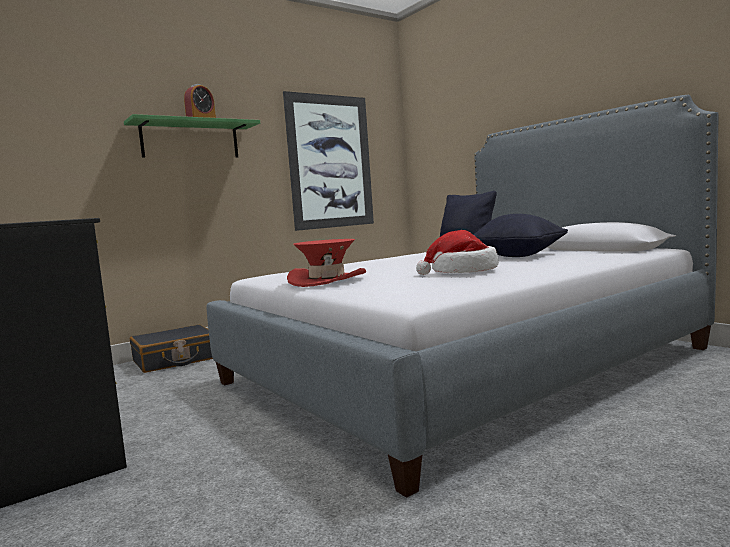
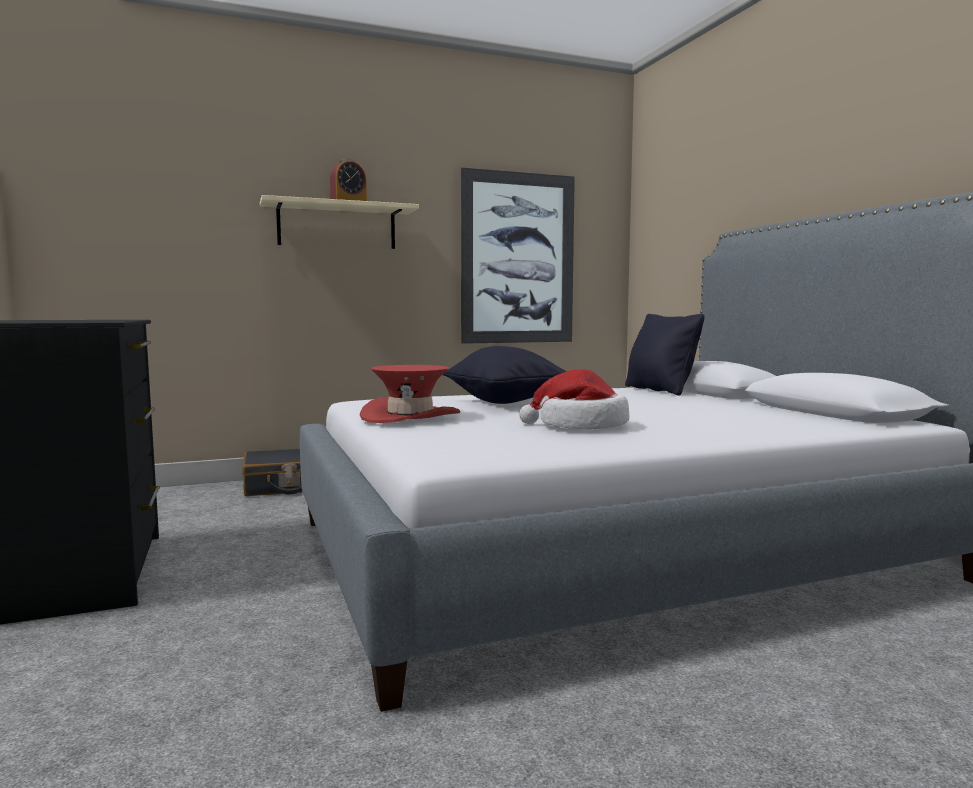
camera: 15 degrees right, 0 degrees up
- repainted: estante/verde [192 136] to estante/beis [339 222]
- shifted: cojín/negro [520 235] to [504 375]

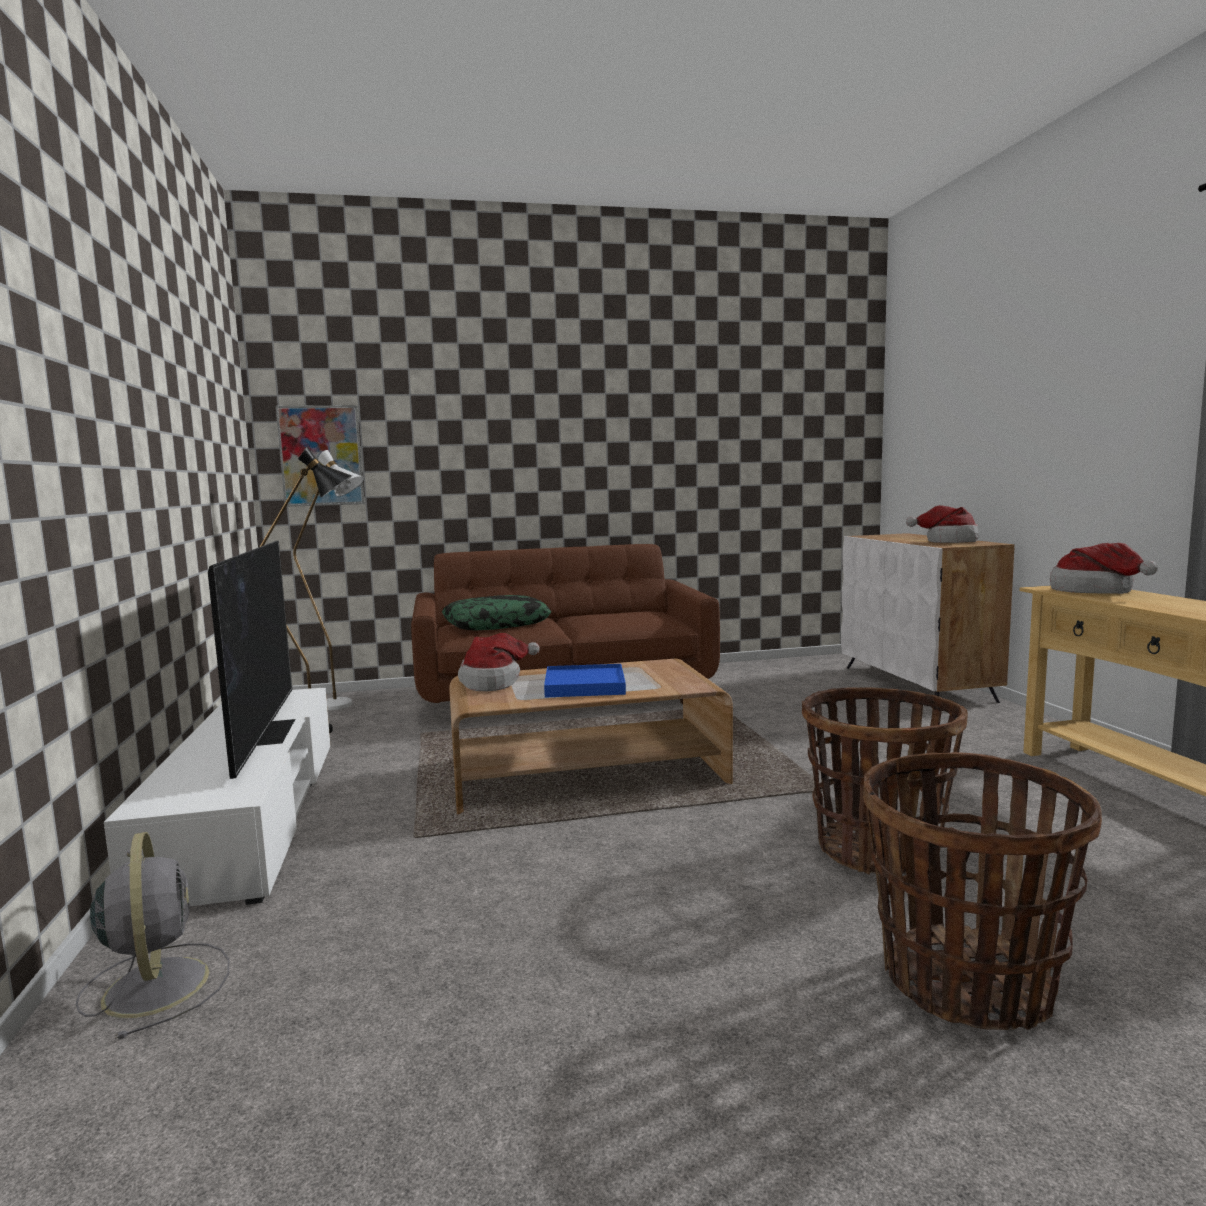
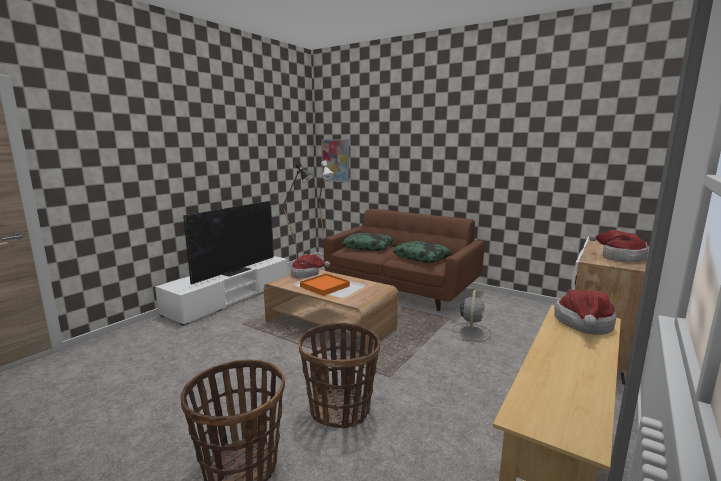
camera: 45 degrees right, 5 degrees up
- repainted: bandeja/azul [585 680] to bandeja/naranja [325 285]
- new: cojín [422 252]
- shifted: ventilador/gris [152 935] to [471 315]

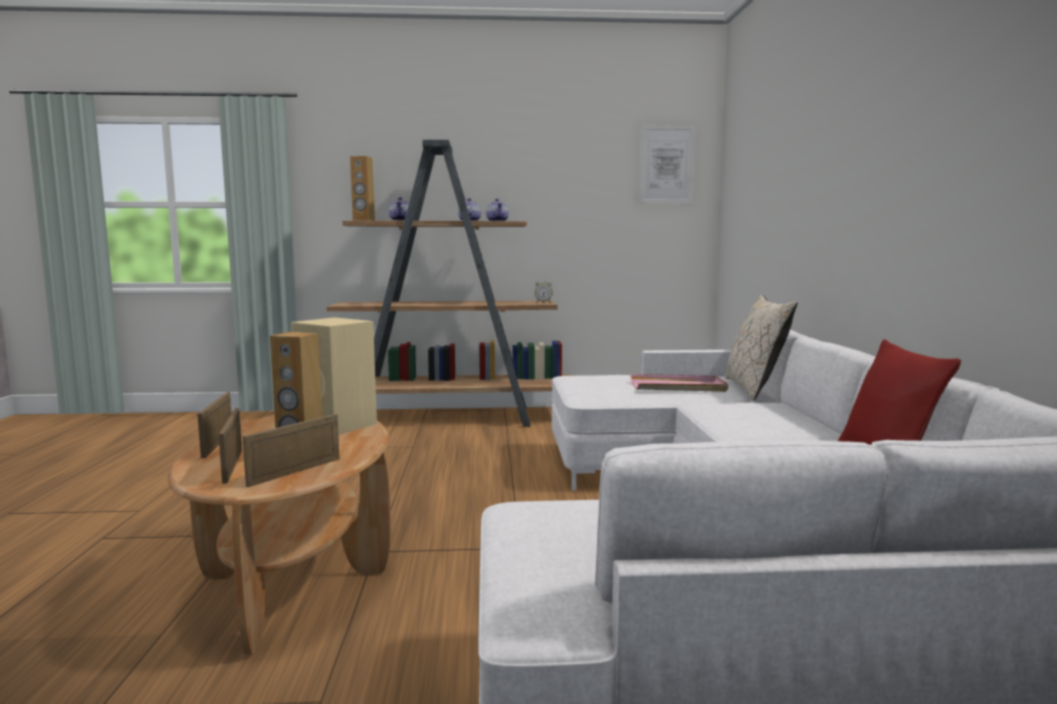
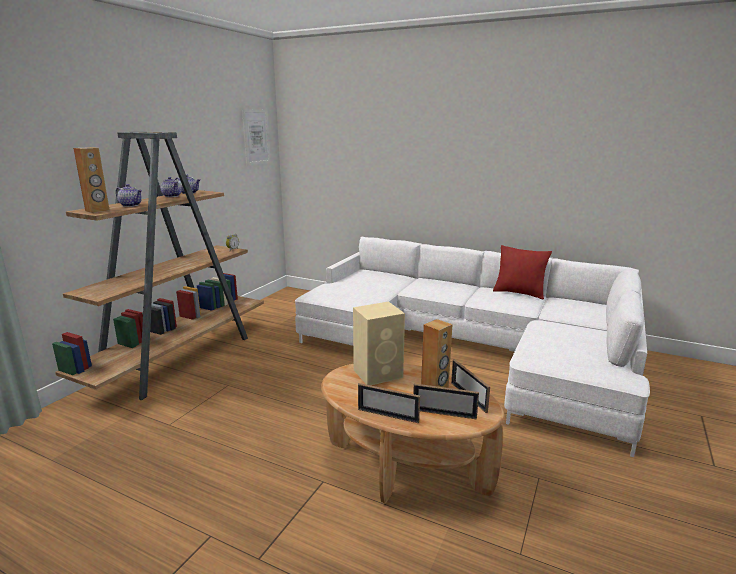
camera: 60 degrees left, 10 degrees up
- gone: bandeja/rosa [679 383]
- gone: cojín/beis [761 348]

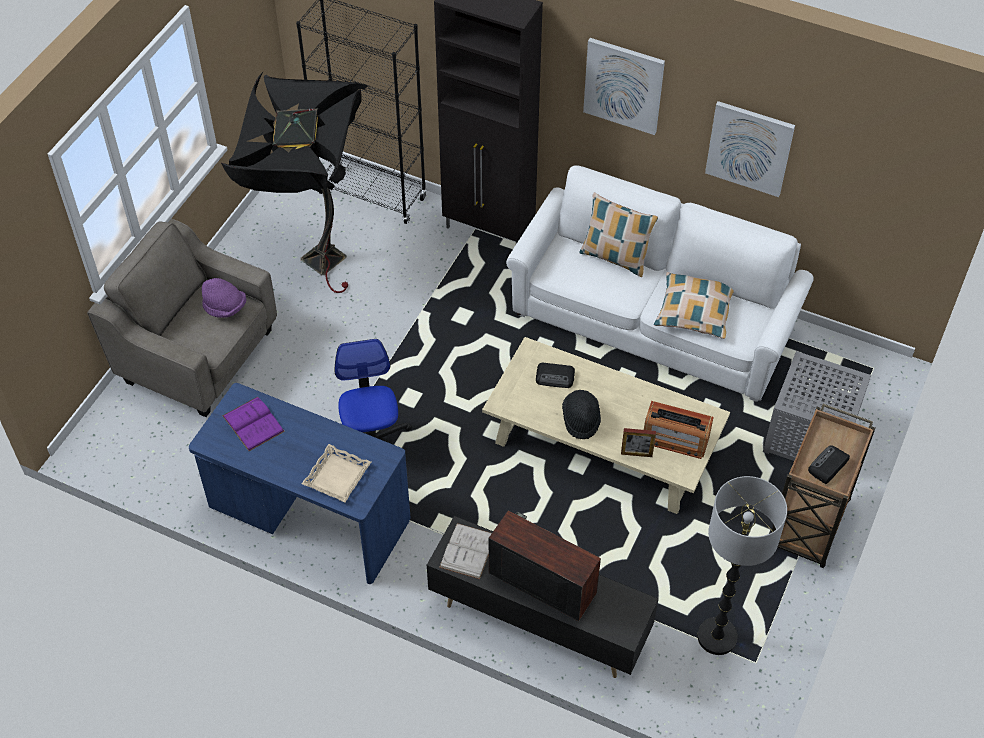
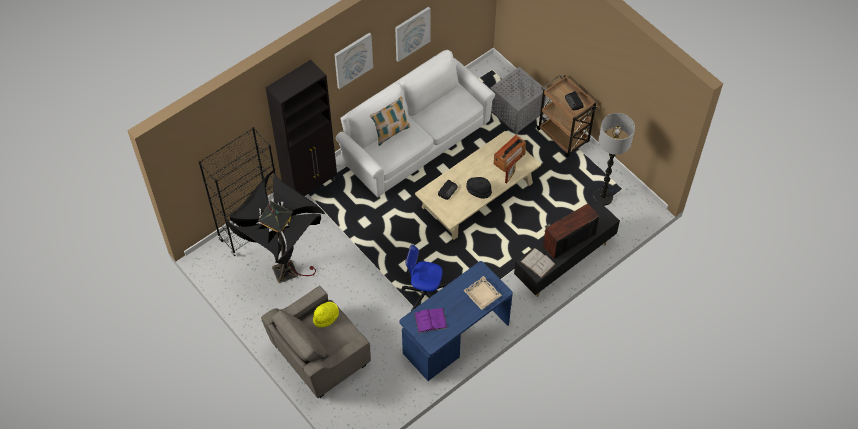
camera: 65 degrees left, 5 degrees up
- repainted: sombrero/morado [224 298] to sombrero/amarillo [326 314]
- gone: cojín [694 305]

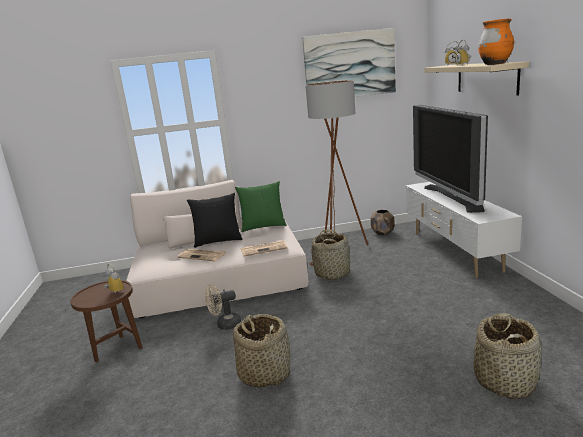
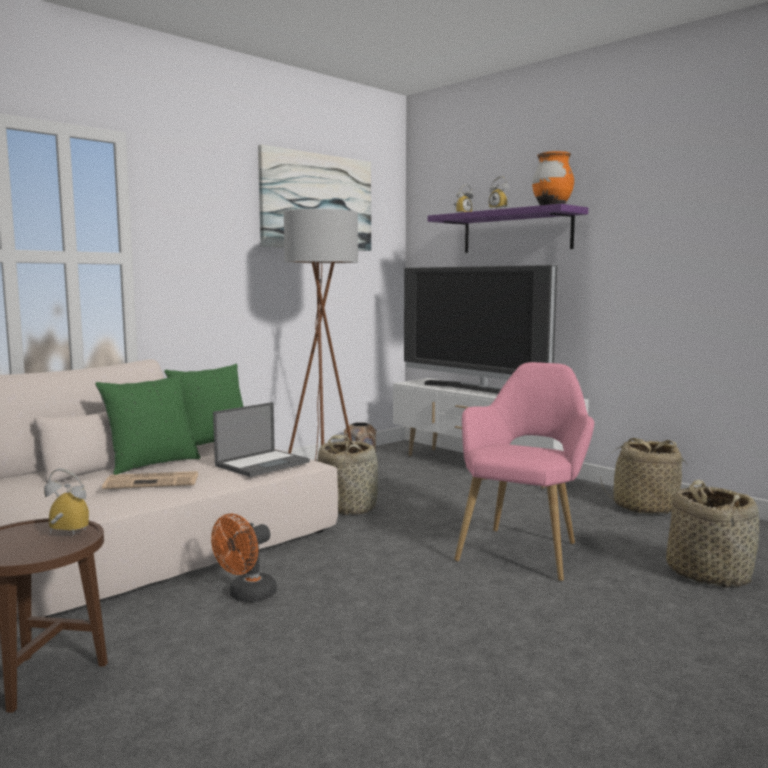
camera: 35 degrees left, 10 degrees down
- repainted: cojín/negro [214 220] to cojín/verde [147 424]
- repainted: ventilador/beis [223 307] to ventilador/naranja [244 558]
- swapped: periódico [264 248] to portátil [261 439]
- repainted: estante/beis [477 79] to estante/morado [508 228]
- new: sillón/rosa [524 471]
- shifted: cesta [261 351] to [643 476]

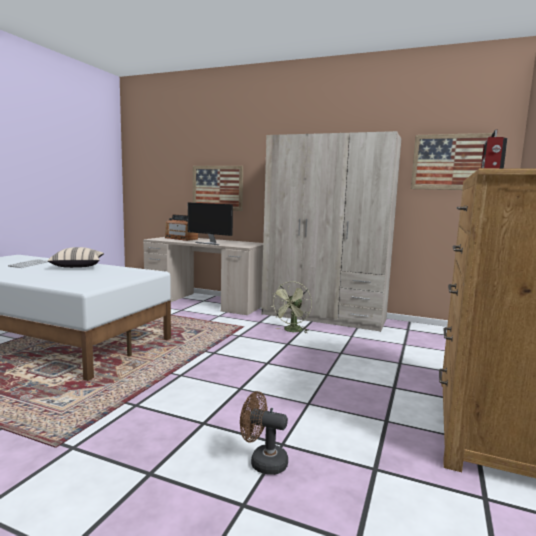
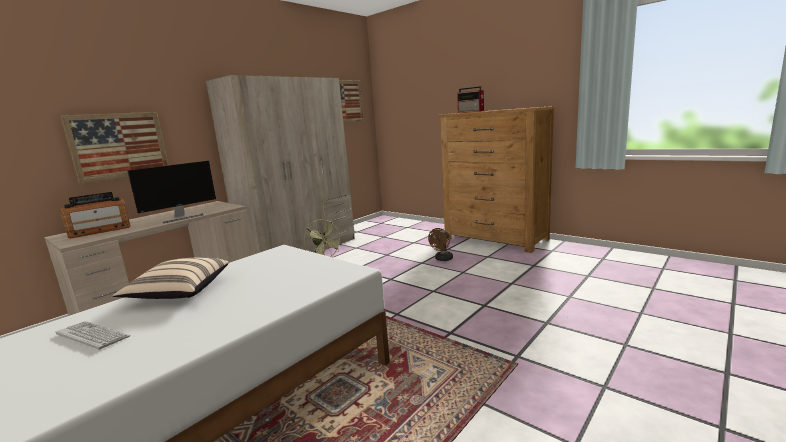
camera: 70 degrees left, 5 degrees up
- shifted: ventilador/marrón [264 433] to [440 244]

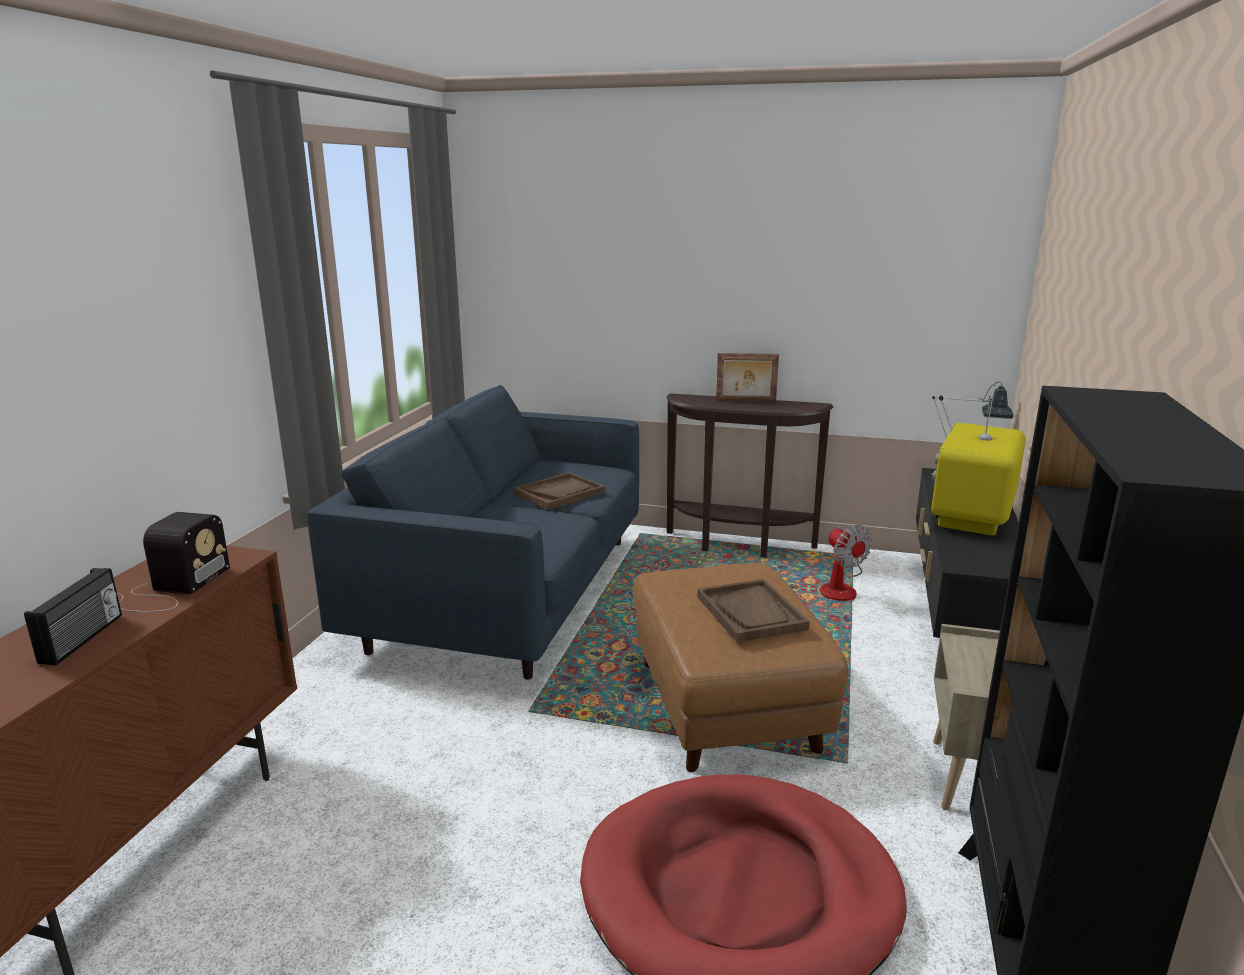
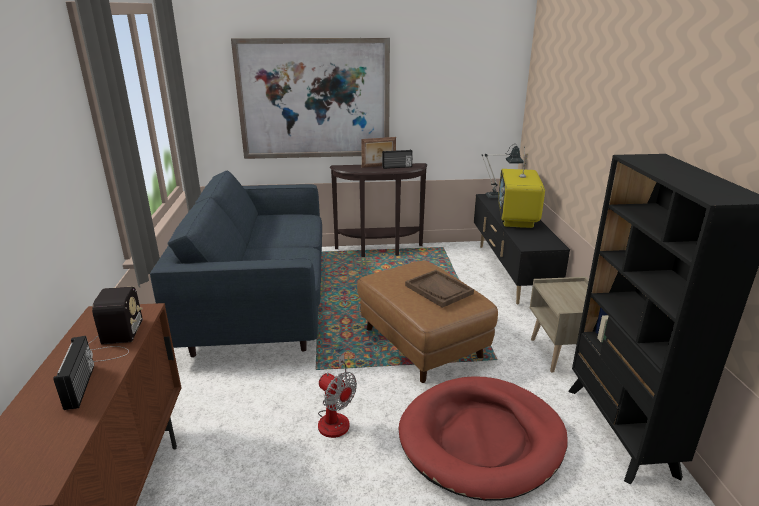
camera: 20 degrees left, 5 degrees up
- new: cuadro [310 98]
- shifted: ventilador [846 563] to [337 396]
- new: radio [397 159]
- gone: bandeja/marrón [559 491]

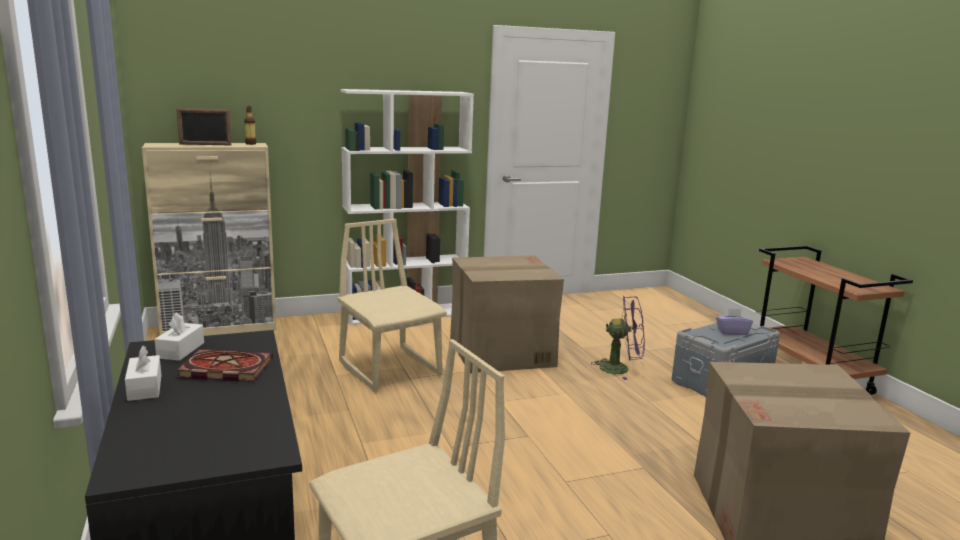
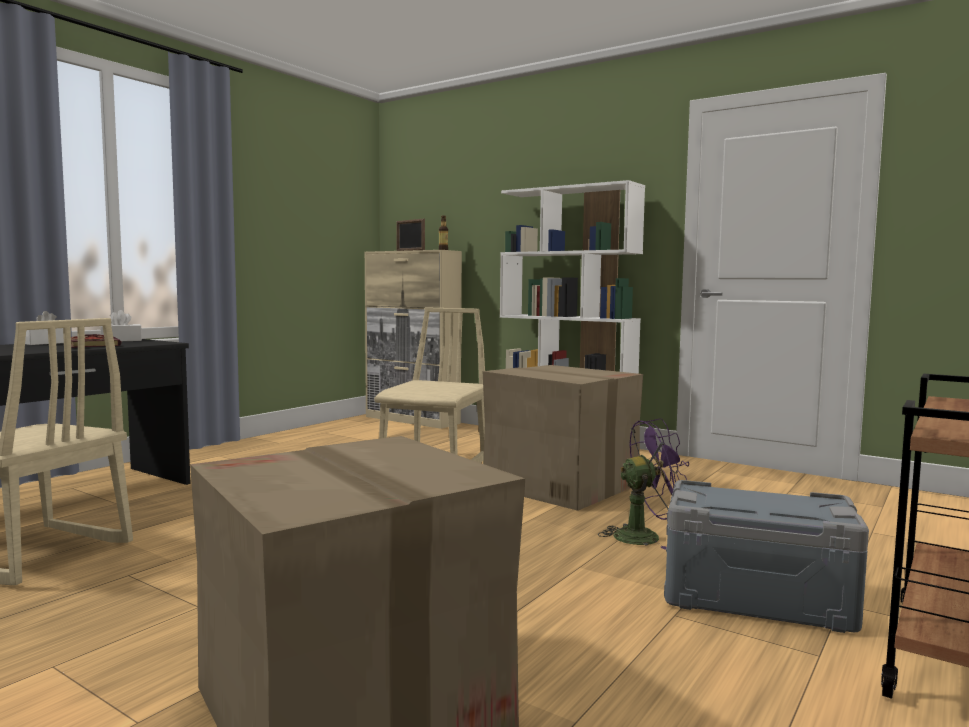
camera: 55 degrees right, 10 degrees down
- rotated: ventilador/morado [618 338] = [643 484] 75 degrees counterclockwise
- gone: caja de pañuelos/morado [734 321]

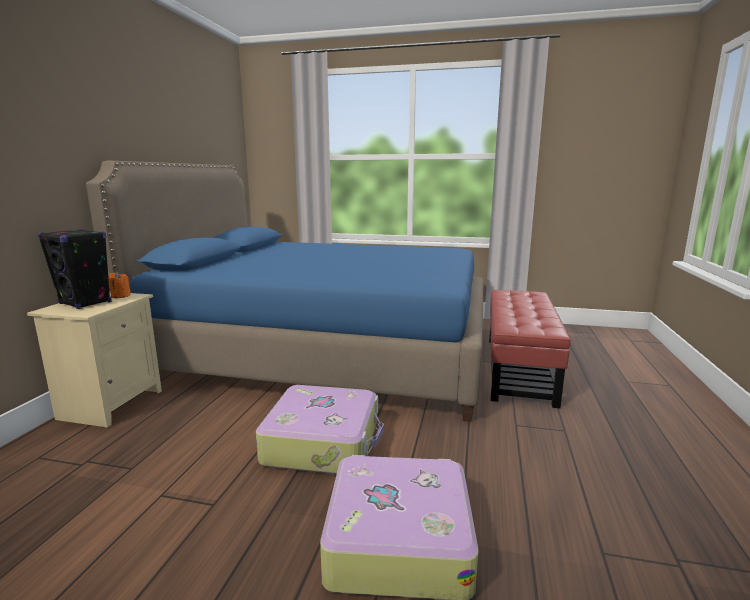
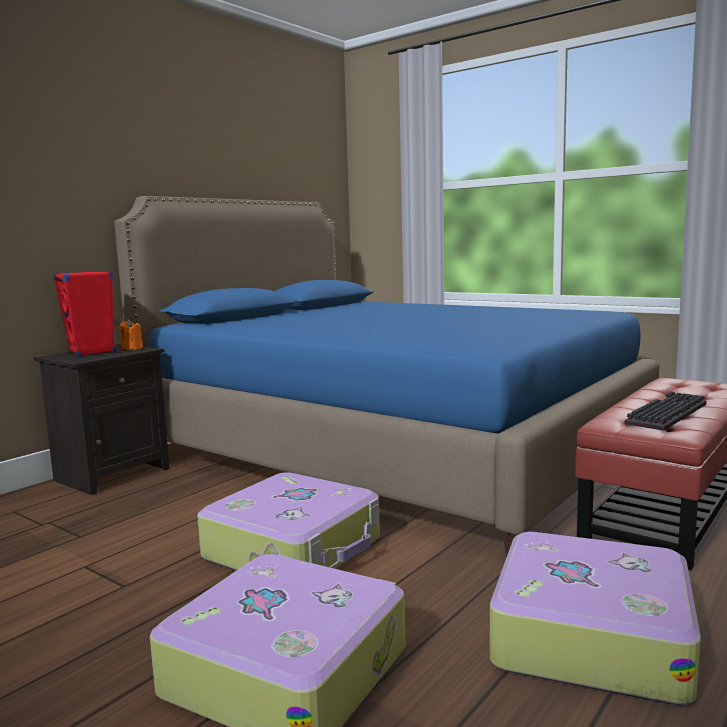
camera: 25 degrees right, 5 degrees down
- repainted: mesita de noche/beis [94 360] to mesita de noche/negro [102 419]
- repainted: altavoz/negro [74 269] to altavoz/rojo [84 314]
- new: maleta [595 618]
- new: teclado [665 411]

